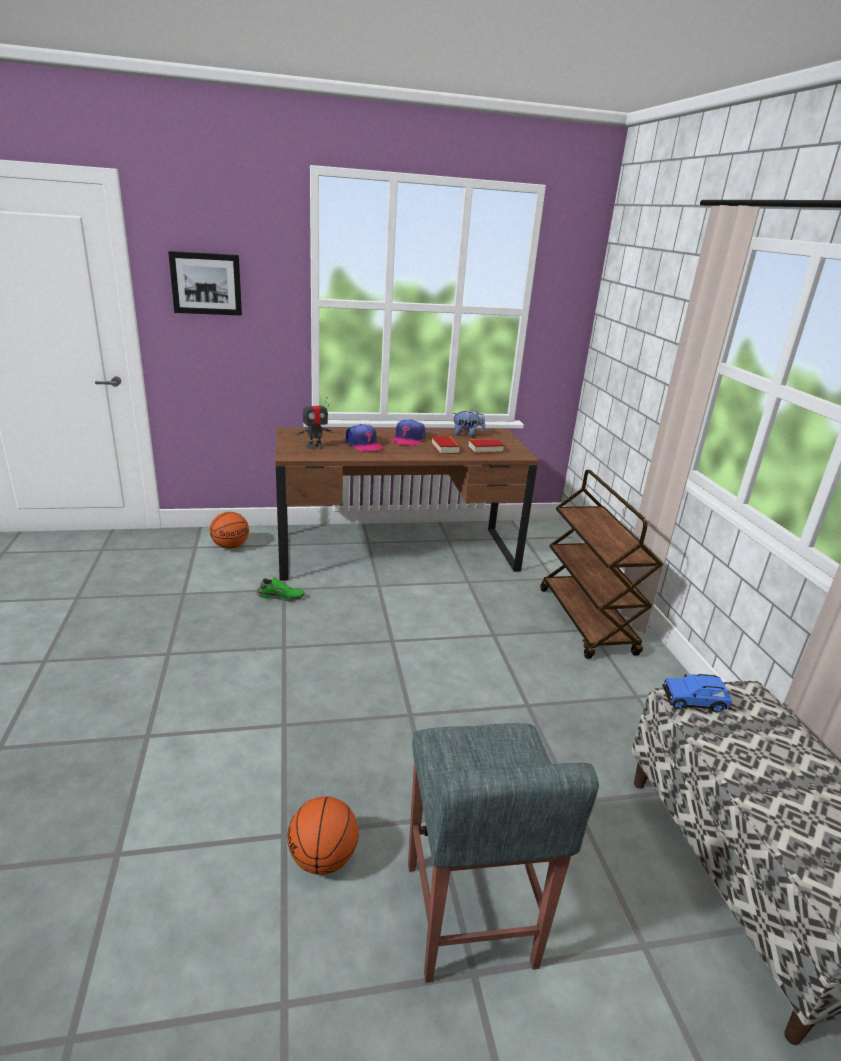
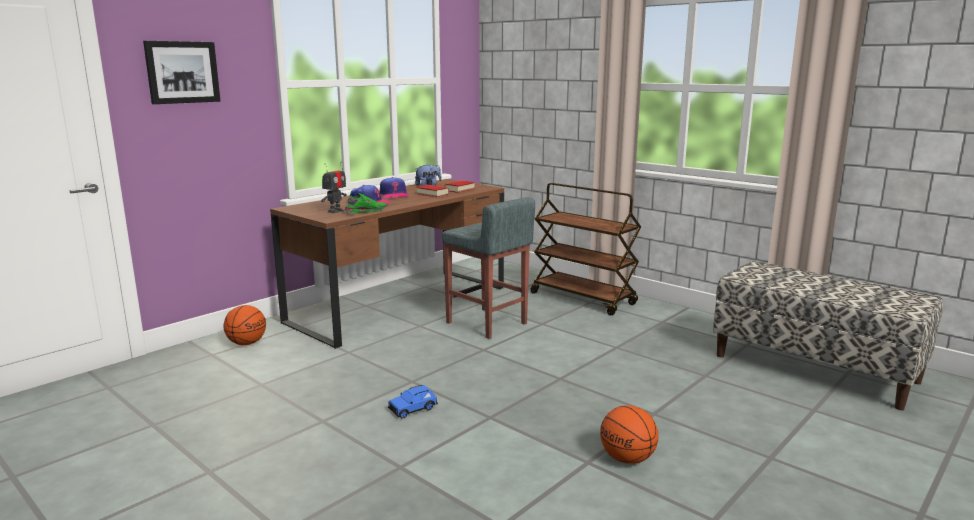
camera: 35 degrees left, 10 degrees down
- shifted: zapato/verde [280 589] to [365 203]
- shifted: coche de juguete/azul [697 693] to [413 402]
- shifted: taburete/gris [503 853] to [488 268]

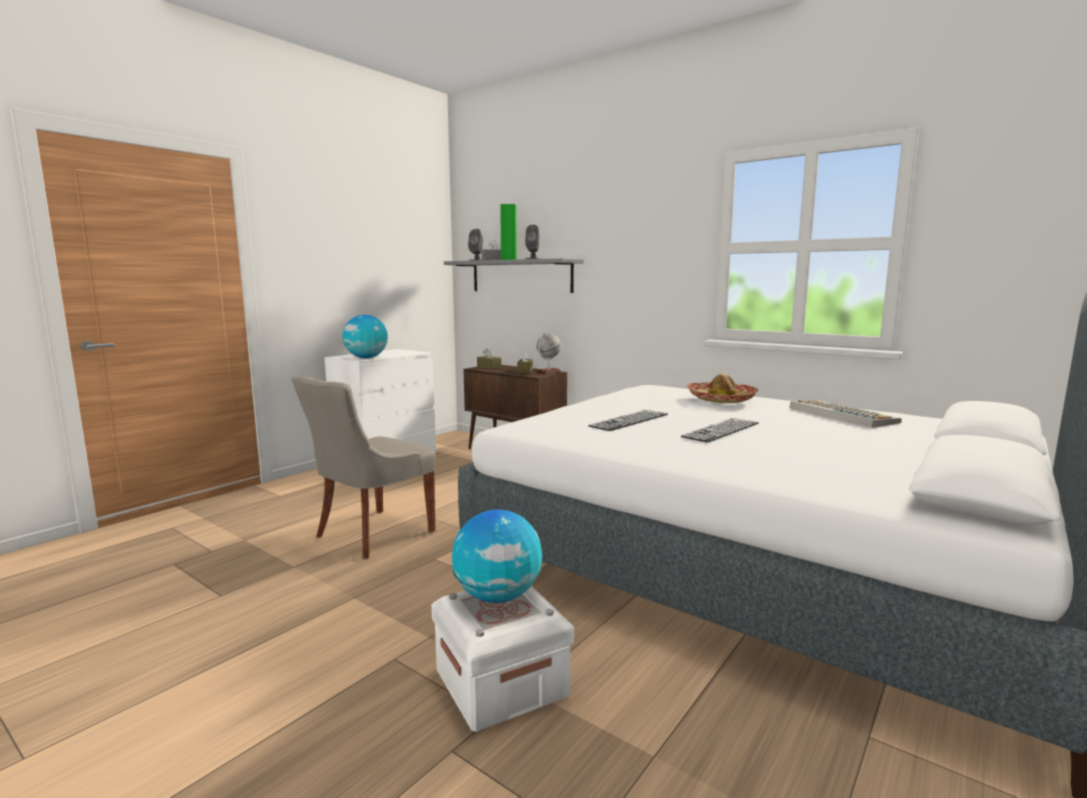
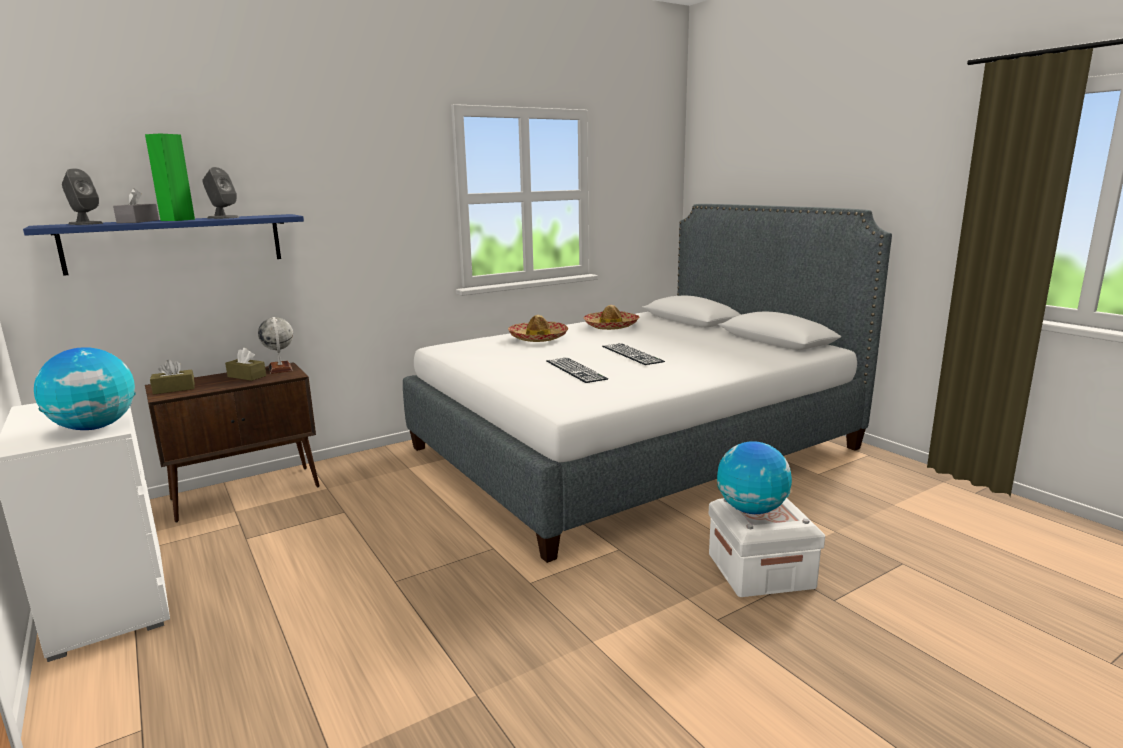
camera: 70 degrees left, 5 degrees up
- repainted: estante/gris [514 275] to estante/azul [163 245]
- swapped: teclado [845 414] to sombrero [611 317]
- gone: silla/gris [364 467]

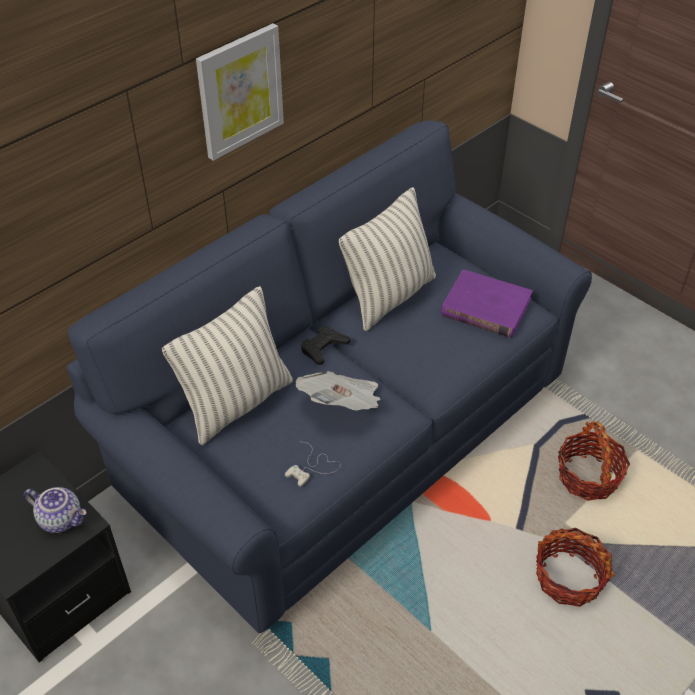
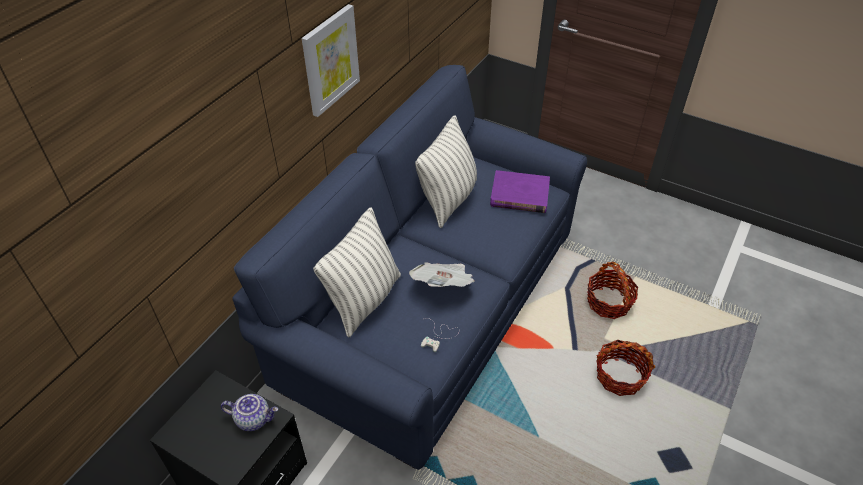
camera: 15 degrees left, 0 degrees up
- gone: mando de consola/negro [325 345]

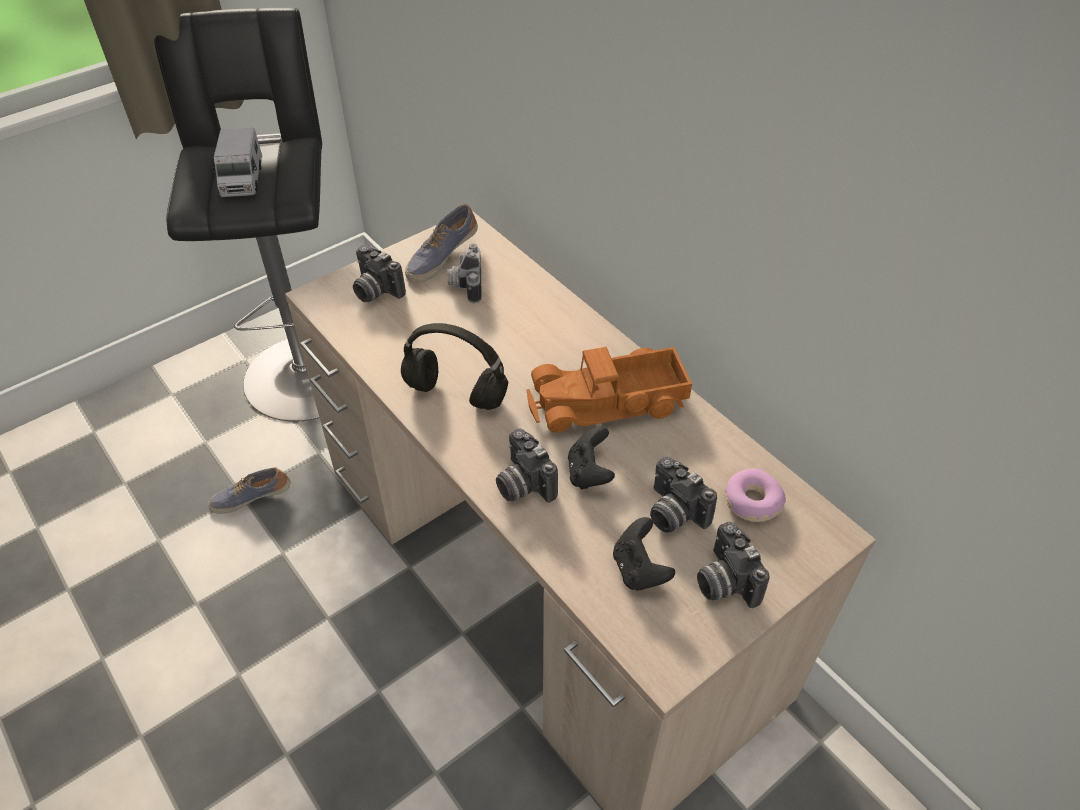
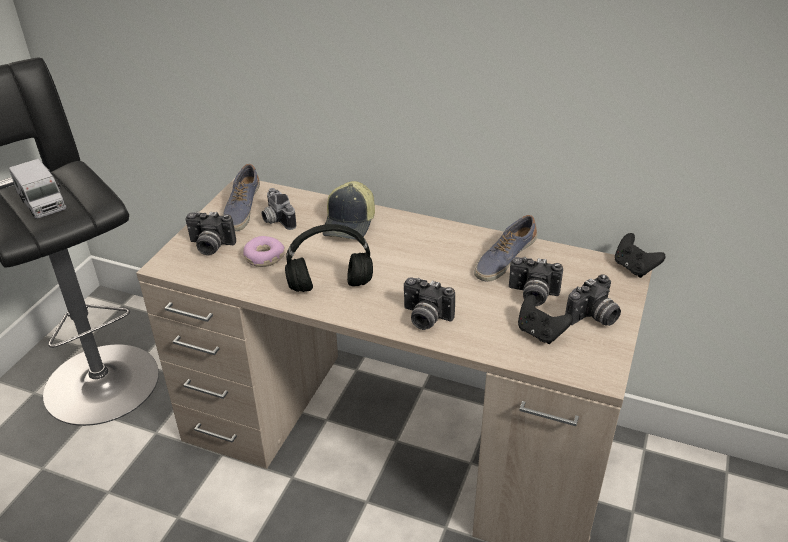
camera: 30 degrees left, 10 degrees down
- shifted: rosquilla [755 495] to [264 251]
- new: gorra [348 210]
- shifted: zapato [249 490] to [505 248]
- rotated: cámara [733 565] = [593 300] 75 degrees counterclockwise
- shifted: mando de consola/negro [591 458] to [640 255]
- gone: camión de juguete [609 390]

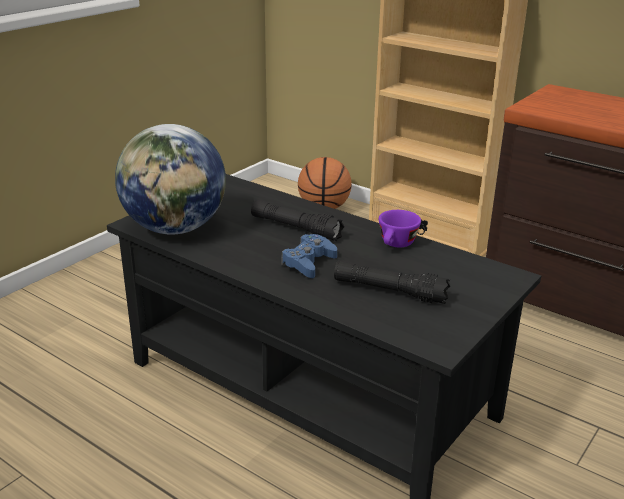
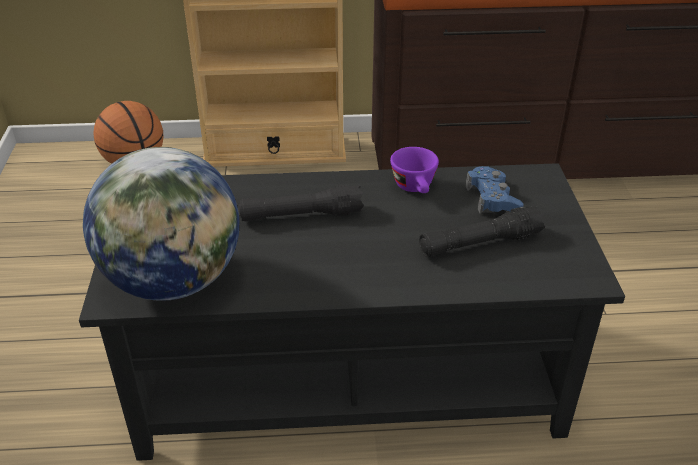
camera: 40 degrees left, 10 degrees up
- shifted: mando de consola/azul [309 256] to [494 190]

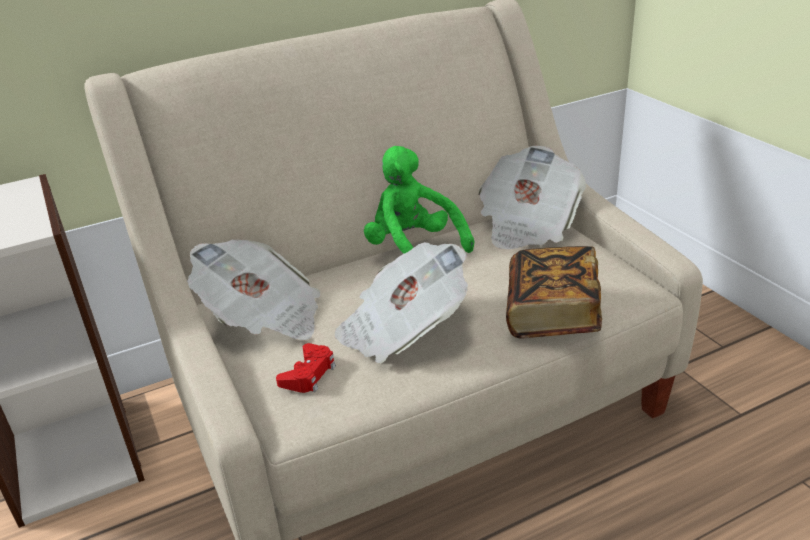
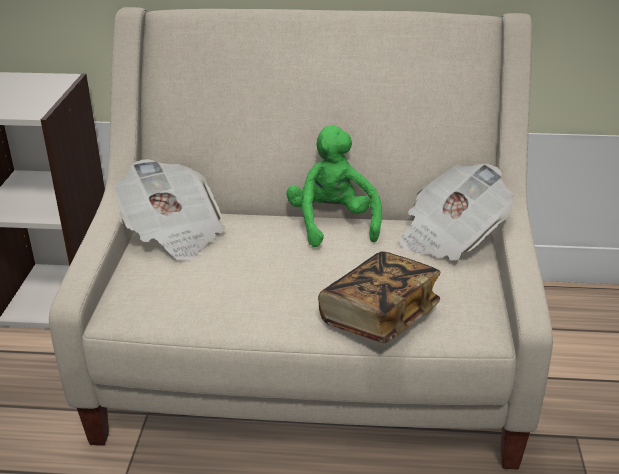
camera: 30 degrees right, 0 degrees up
- gone: mando de consola/rojo [306 368]
- gone: periódico [401 303]

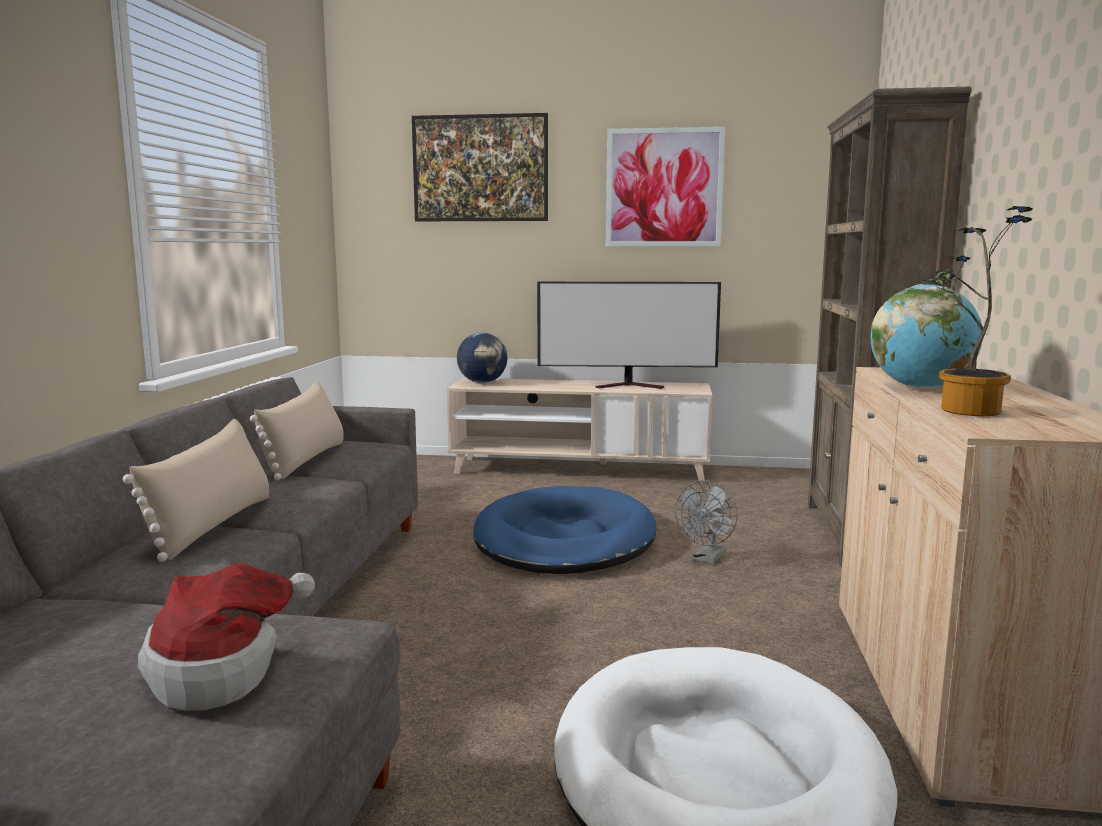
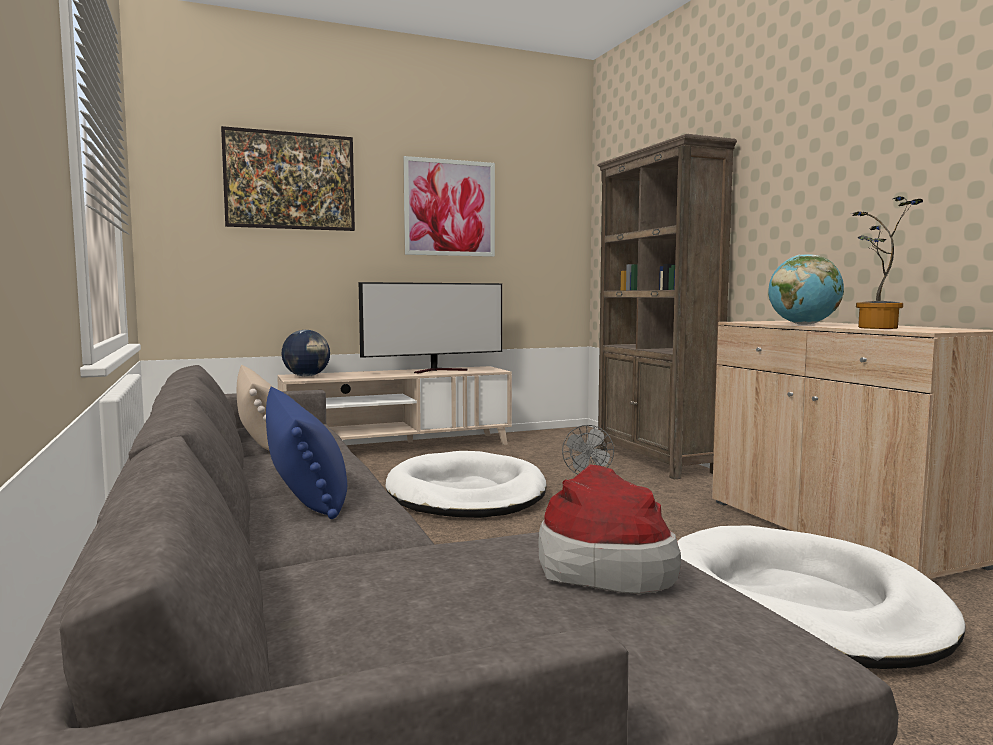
camera: 30 degrees left, 5 degrees down
- repainted: cojín/beis [196 490] to cojín/azul [306 453]
- repainted: cama para perro/azul [565 530] to cama para perro/blanco [466 484]

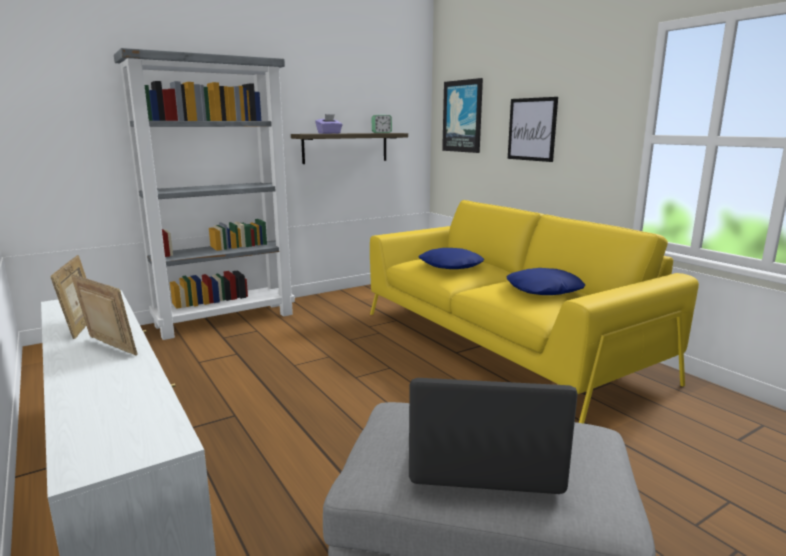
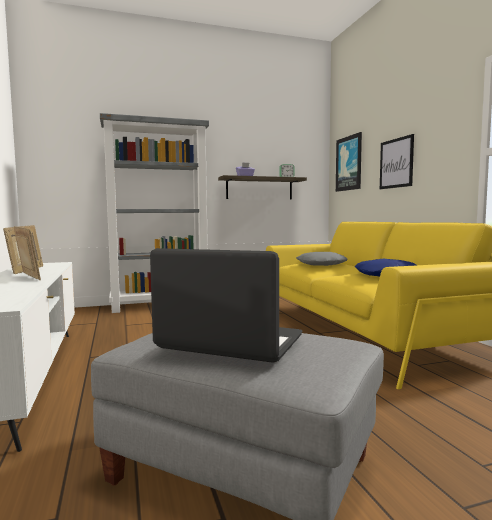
camera: 15 degrees right, 10 degrees down
- repainted: cojín/azul [451 258] to cojín/gris [321 259]

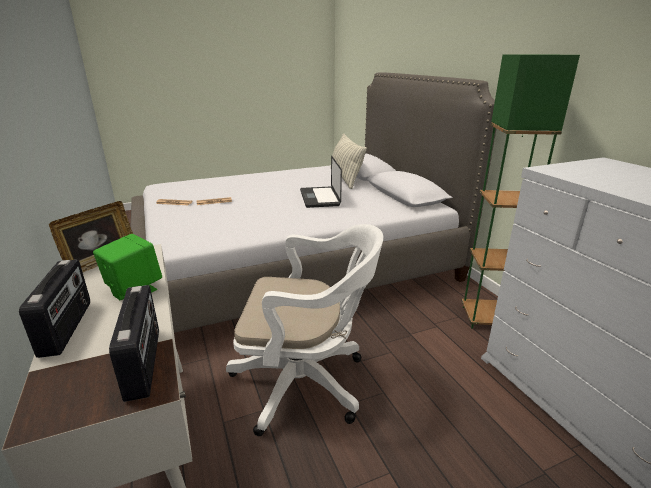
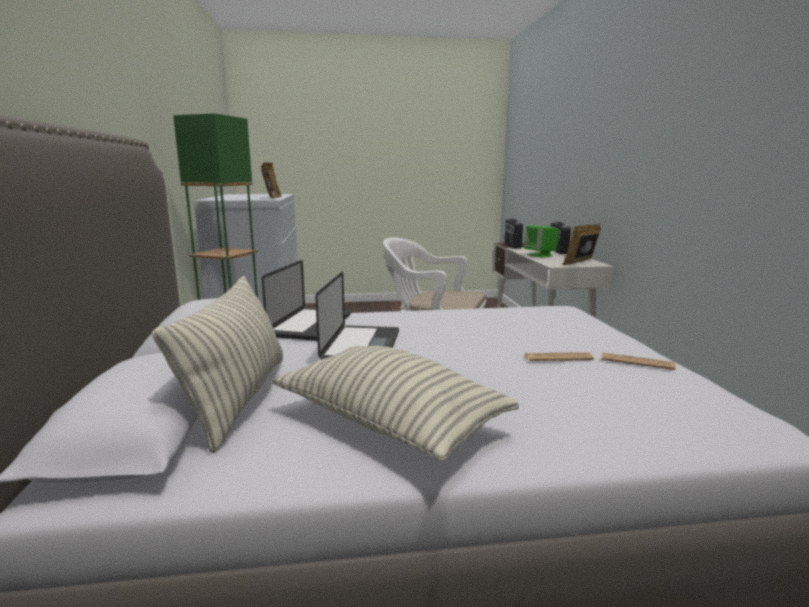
camera: 165 degrees left, 10 degrees down
- new: portarretratos [271 180]
- new: portátil [306 300]
- new: cojín [395 403]

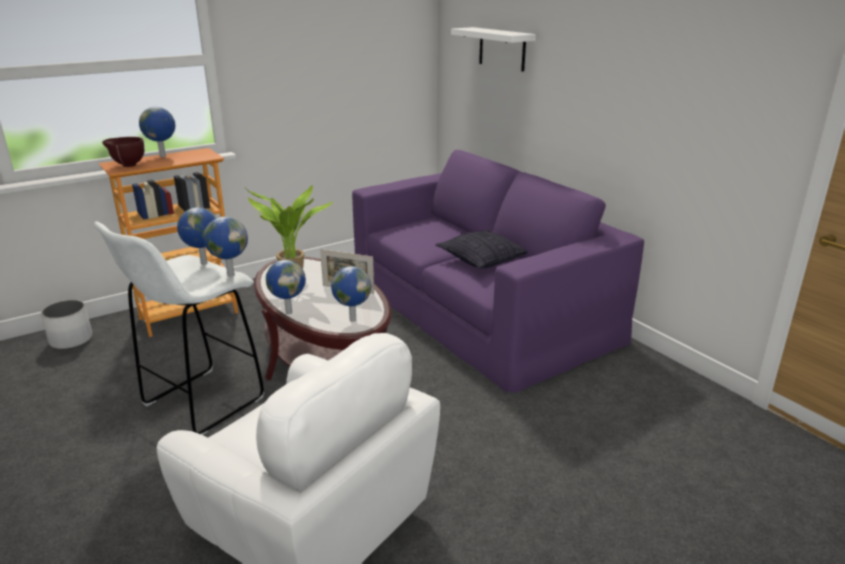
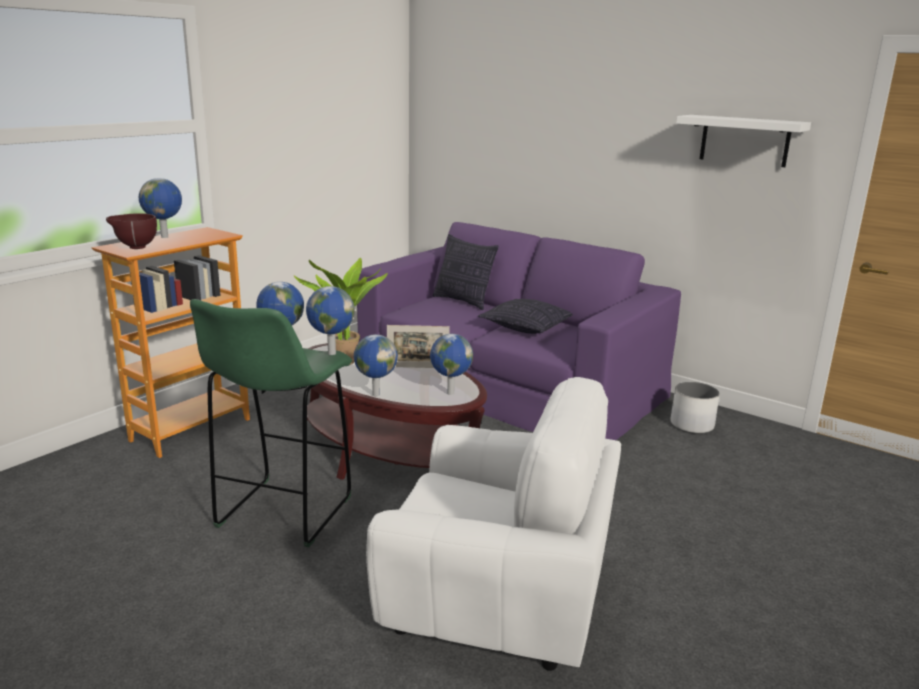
camera: 20 degrees left, 5 degrees down
- repainted: taburete/blanco [179 328] to taburete/verde [271 423]
- new: cojín [466 272]
- shifted: maceta/blanco [67 324] to [695 408]
- shifted: estante/blanco [493 49] to [743 141]

